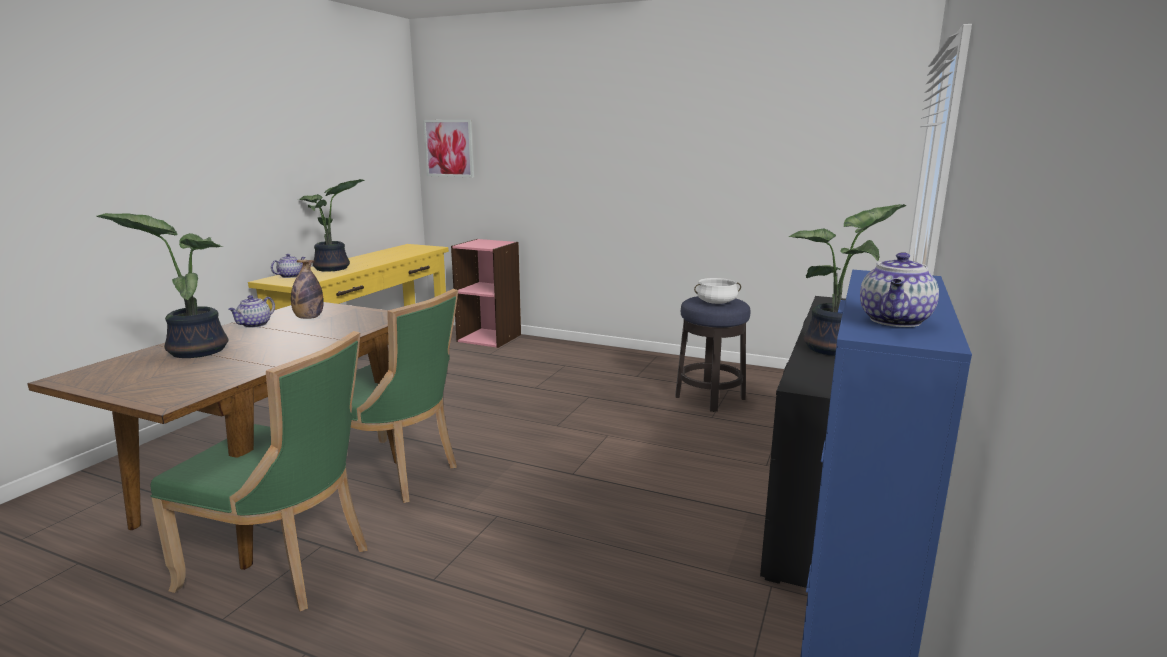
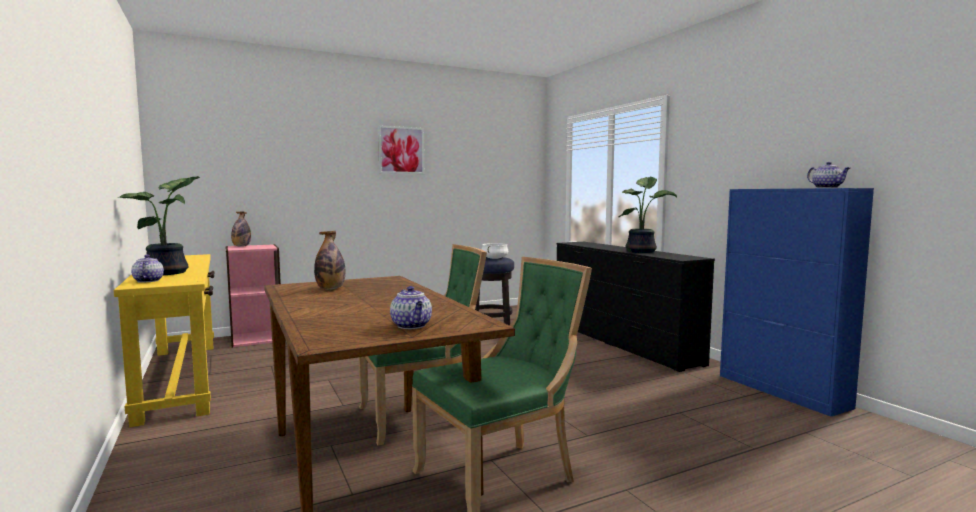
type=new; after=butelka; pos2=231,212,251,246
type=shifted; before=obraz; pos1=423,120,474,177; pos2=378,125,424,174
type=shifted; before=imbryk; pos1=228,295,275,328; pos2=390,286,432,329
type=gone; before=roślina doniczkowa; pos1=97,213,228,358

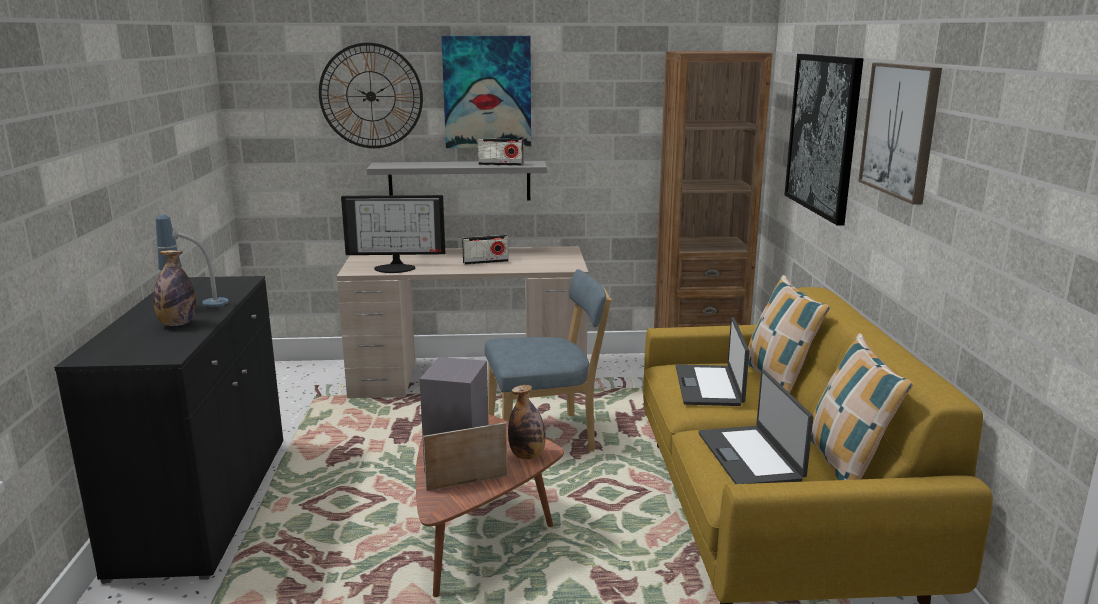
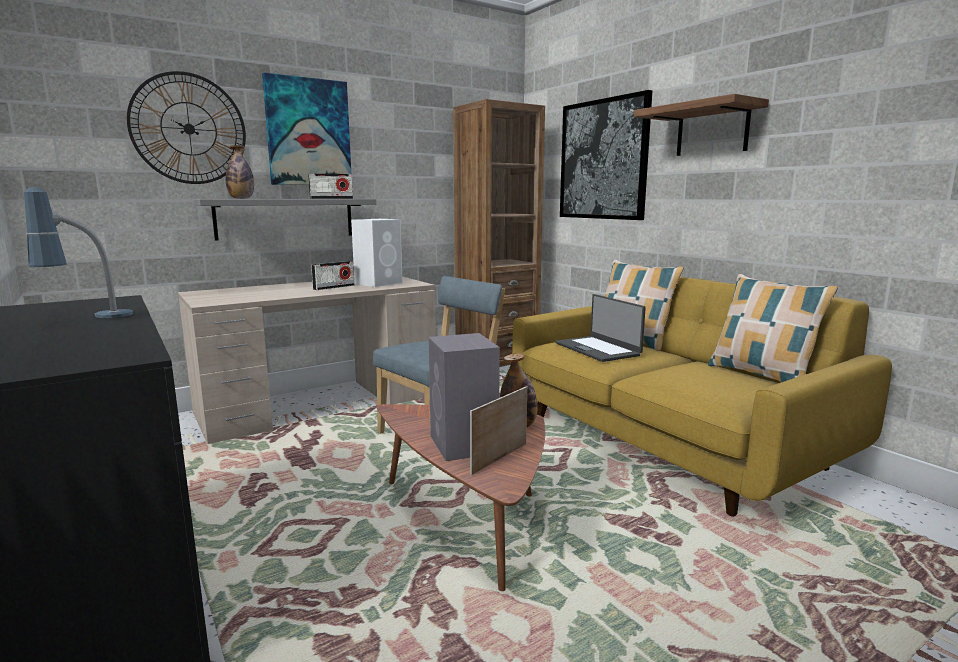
type=shifted; before=butelka; pos1=153,250,196,326; pos2=226,145,254,199
type=new; after=głośnik/biały; pos2=351,219,403,287
type=swapped; before=obraz; after=półka; pos1=858,63,942,205; pos2=634,94,769,156
type=gone; before=monitor; pos1=341,195,445,273
type=gone; before=laptop; pos1=699,370,813,484

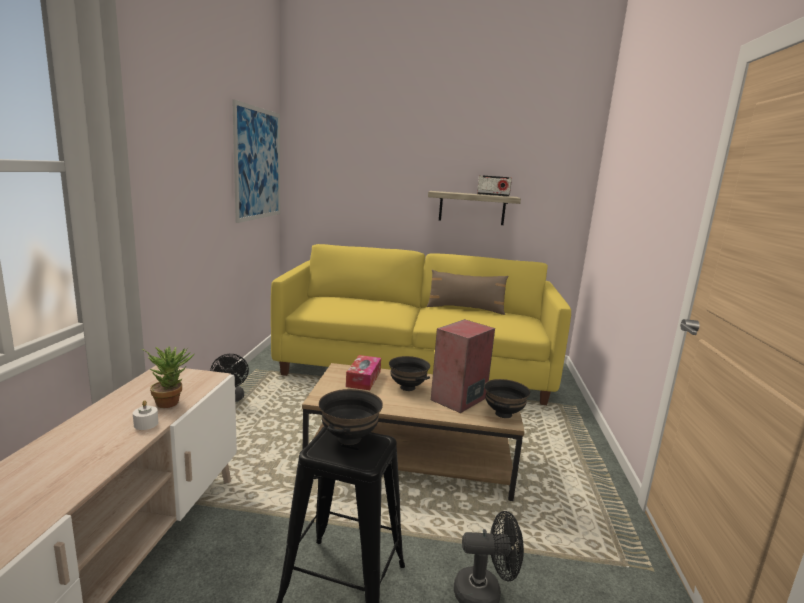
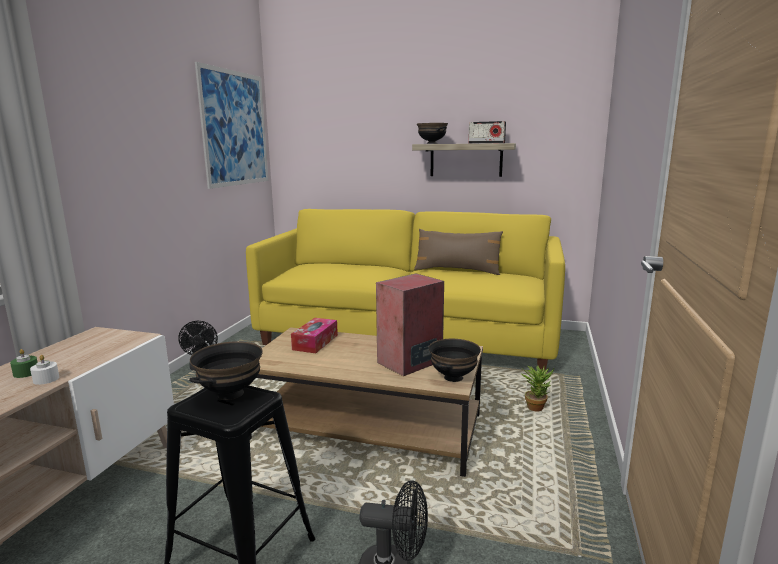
type=new; after=świeca/zielony; pos2=10,349,38,378
type=shifted; before=miska/czarny; pos1=389,356,430,391; pos2=417,123,448,144
type=shifted; before=roślina doniczkowa; pos1=142,347,194,408; pos2=520,366,554,412

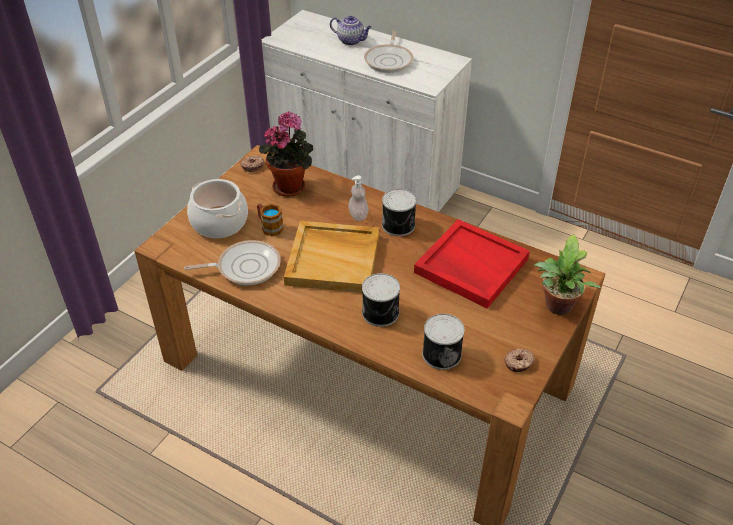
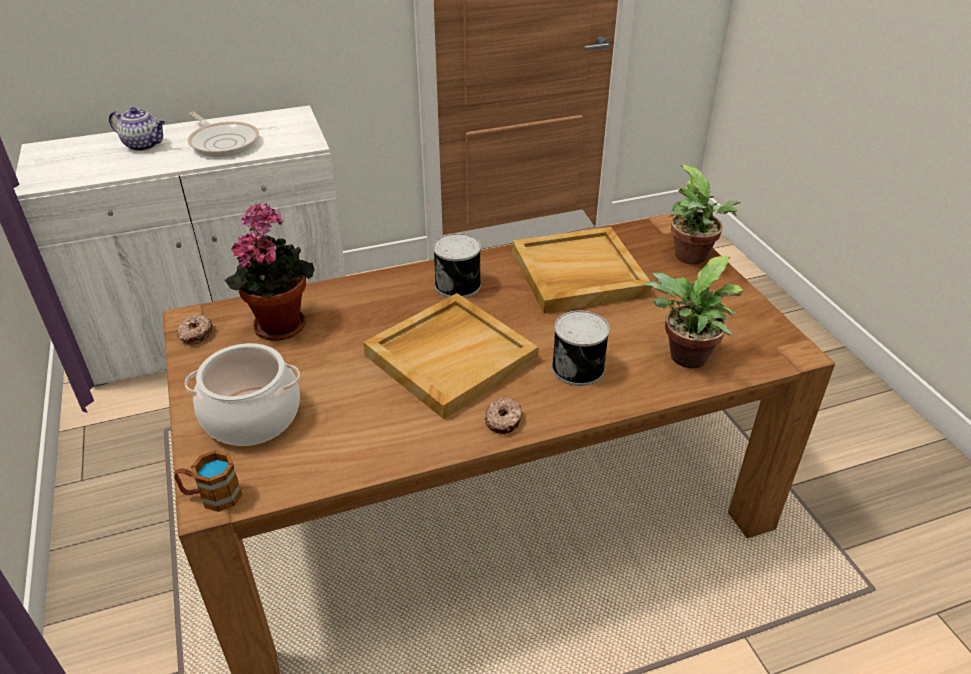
type=rotated; before=imbryk; pos1=330,16,372,45; pos2=109,107,165,151; turn=45
type=shifted; before=kubek; pos1=257,204,283,236; pos2=174,450,242,512
type=shifted; before=donut; pos1=504,348,535,372; pos2=485,398,522,434
type=repainted; before=taca/czerwony; after=taca/beżowy; pos1=414,219,530,309; pos2=512,227,652,314
type=swapped; before=puszka; after=roślina doniczkowa; pos1=422,314,465,370; pos2=643,256,743,368
type=gone; before=patelnia; pos1=184,240,281,285
type=gone; before=dozownik mydła; pos1=349,175,368,221

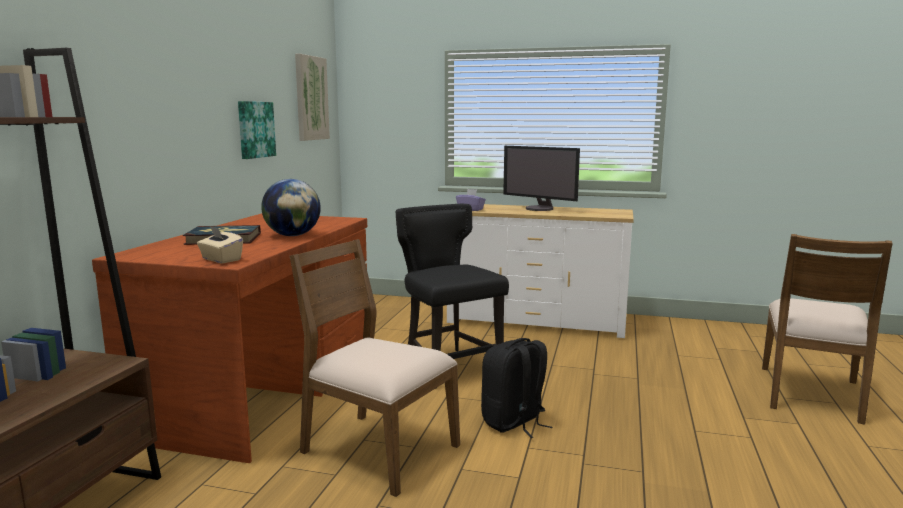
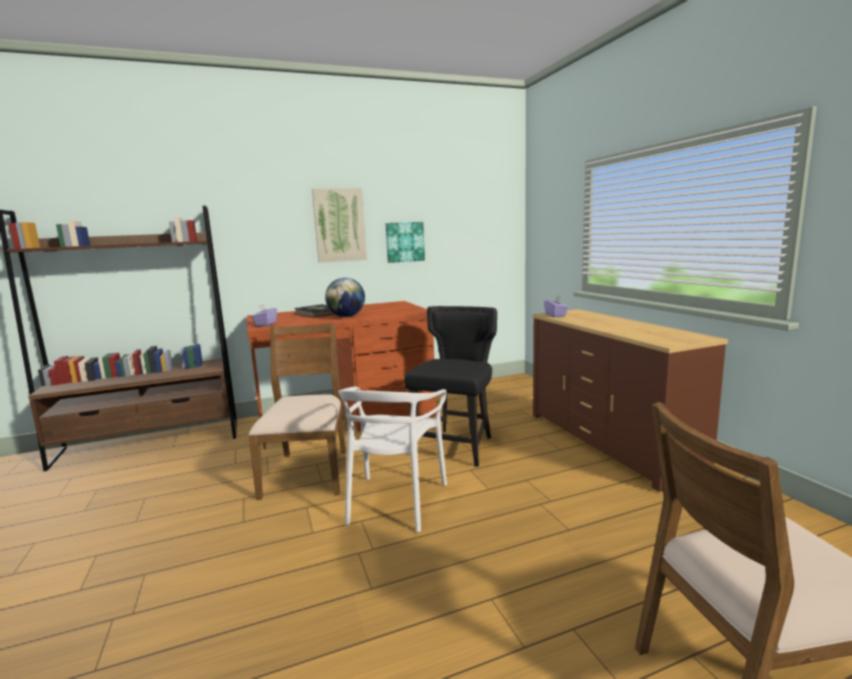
type=repainted; before=pudełko chusteczek/beżowy; after=pudełko chusteczek/fioletowy; pos1=197,226,243,264; pos2=252,303,277,326
type=shifted; before=obraz; pos1=295,54,330,141; pos2=312,188,367,262
type=swapped; before=plecak/czarny; after=krzesło/biały; pos1=481,338,552,438; pos2=338,387,447,532
type=repainted; before=komoda/biały; after=komoda/brązowy; pos1=447,204,634,338; pos2=533,309,728,492
type=gone; before=monitor; pos1=503,146,580,211

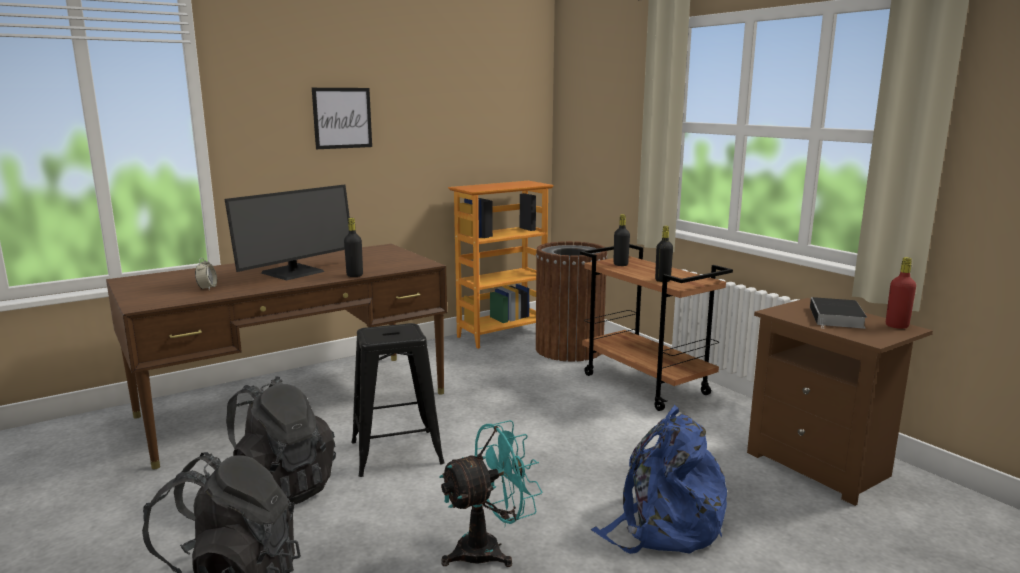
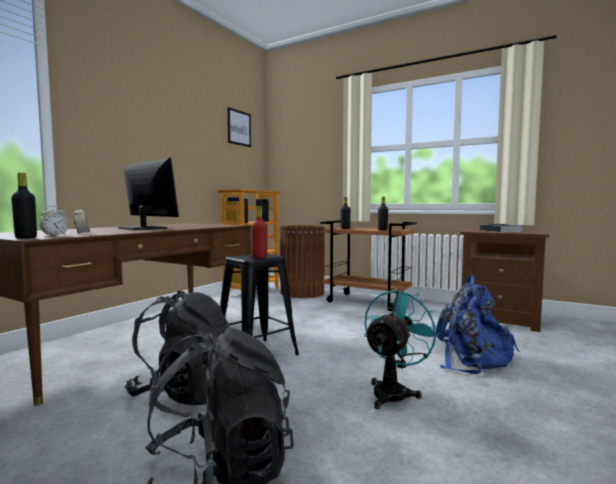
type=shifted; before=butelka/czarny; pos1=344,218,363,277; pos2=11,173,37,239
type=new; after=budzik; pos2=40,206,69,236
type=rotated; before=monitor; pos1=225,184,350,281; pos2=118,157,179,230; turn=-60
type=shifted; before=obraz; pos1=312,88,372,149; pos2=228,107,251,147
type=shifted; before=butelka/czerwony; pos1=886,257,916,329; pos2=251,206,268,258

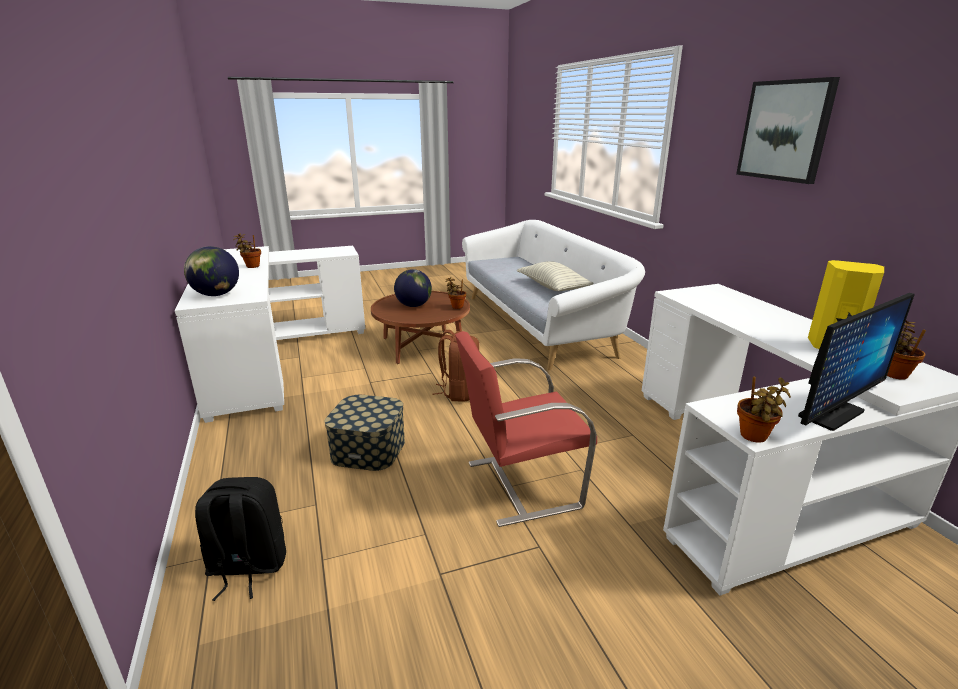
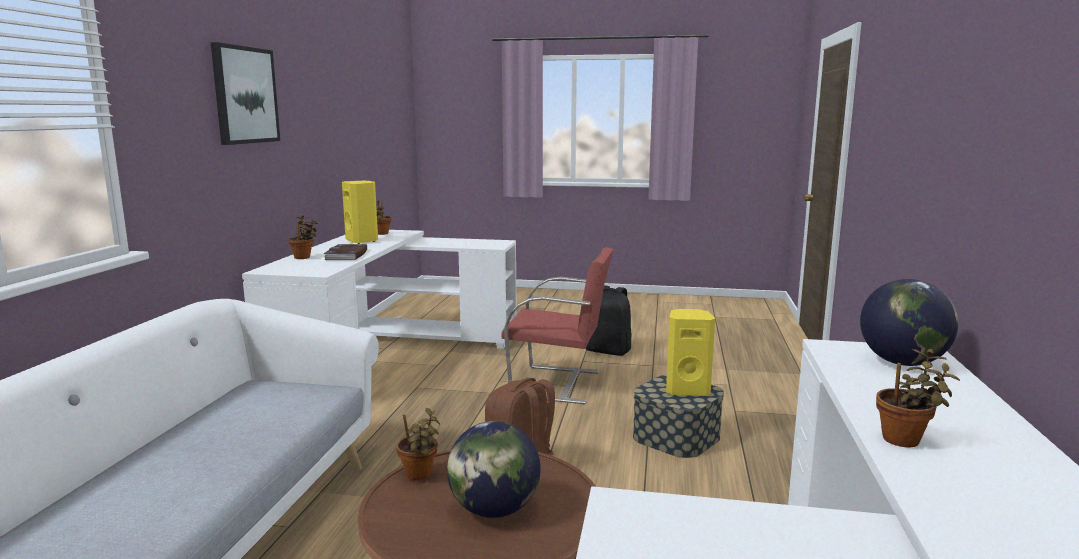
type=shifted; before=roślina doniczkowa; pos1=737,377,791,443; pos2=288,215,318,259
type=new; after=książka; pos2=324,244,367,260
type=shifted; before=plecak/czarny; pos1=195,477,286,601; pos2=586,285,631,356
type=new; after=głośnik/żółty; pos2=666,309,715,396
type=gone; before=poduszka; pos1=517,261,594,291
type=gone; before=monitor; pos1=798,293,915,431

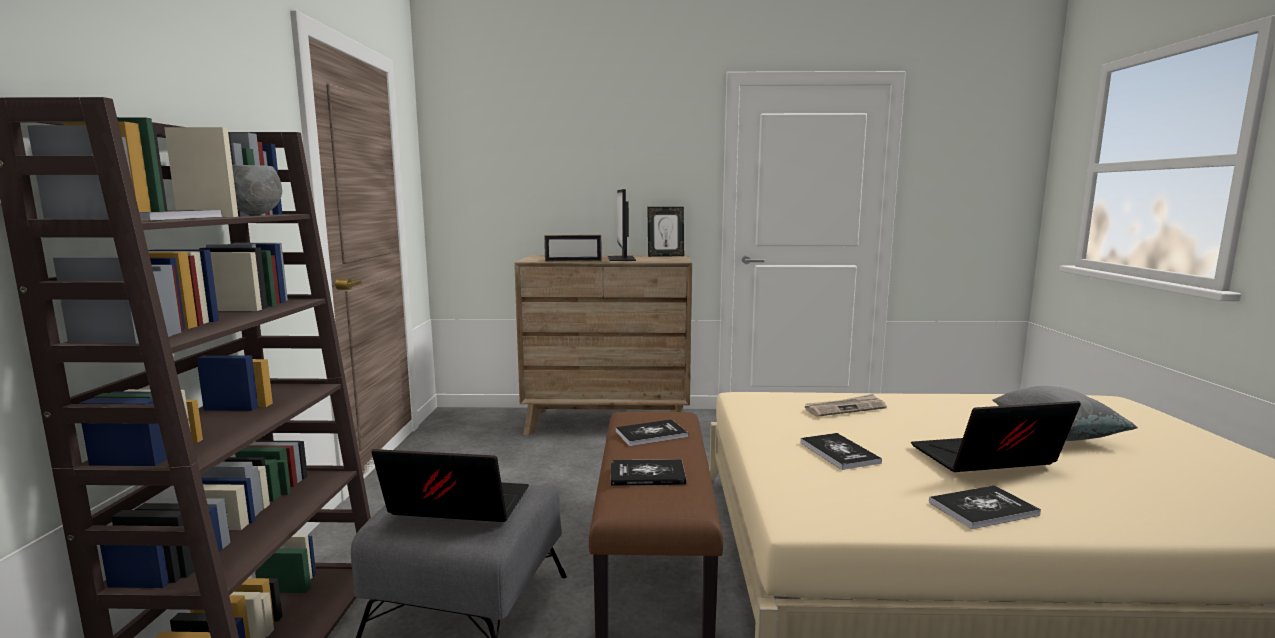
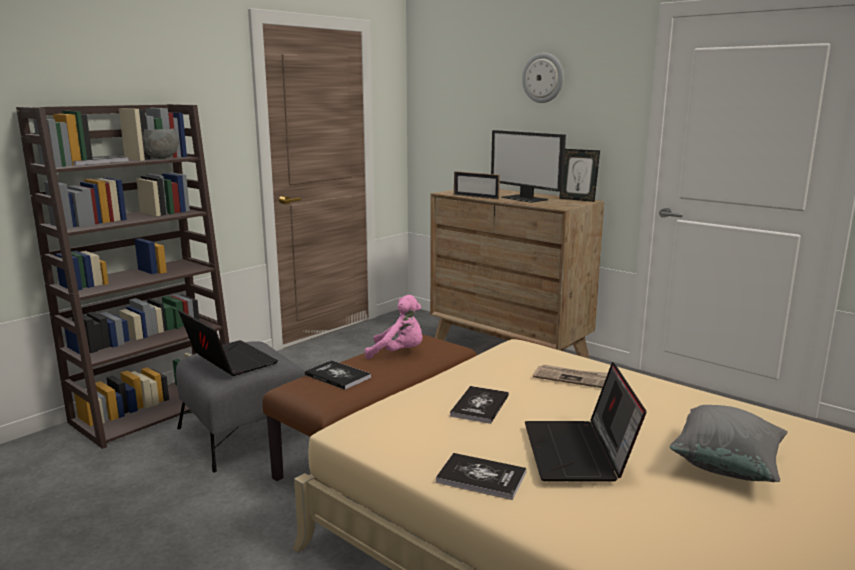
type=swapped; before=książka; after=pluszak/różowy; pos1=615,419,689,446; pos2=365,295,423,359
type=rotated; before=monitor; pos1=608,189,636,261; pos2=491,130,566,203; turn=-75
type=new; after=zegar ścienny; pos2=522,53,564,103
type=rotated; before=laptop; pos1=911,401,1081,472; pos2=525,362,647,481; turn=-120

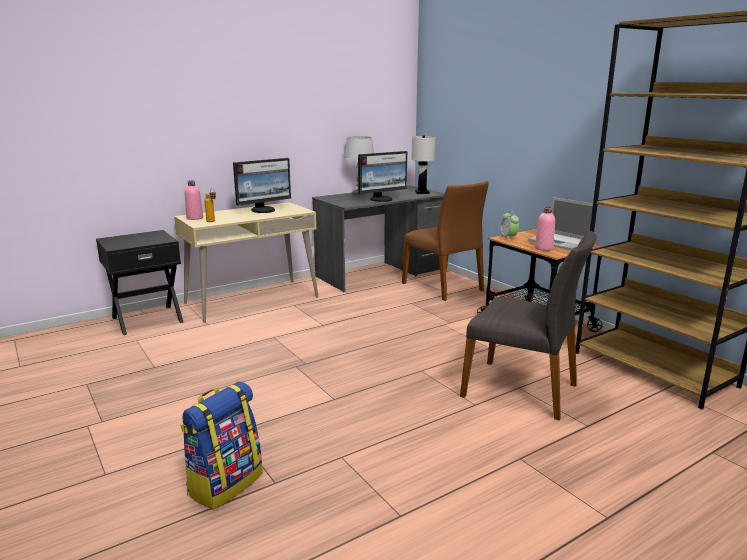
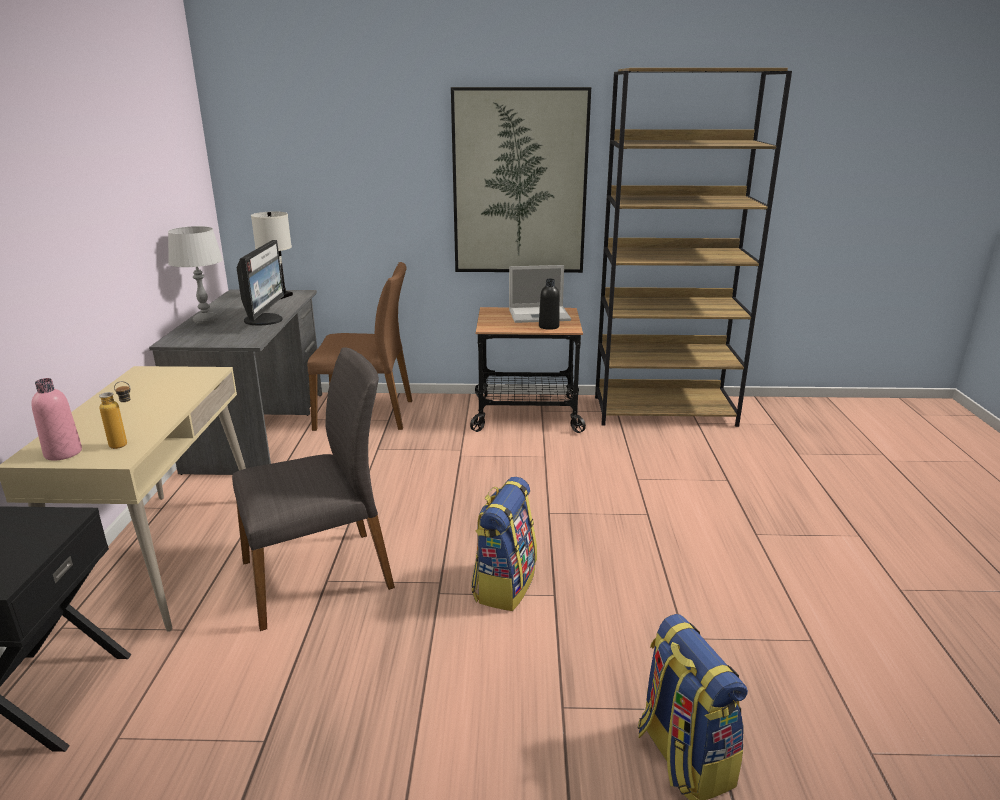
type=shifted; before=krzesło/szary; pos1=460,231,597,420; pos2=232,347,395,631
type=new; after=obraz; pos2=451,87,591,273
type=new; after=plecak; pos2=471,477,537,611
type=repainted; before=butelka/różowy; after=butelka/czarny; pos1=535,207,555,251; pos2=539,279,560,330
type=gone; before=monitor; pos1=233,158,291,213
type=gone; before=budzik; pos1=499,211,519,241

